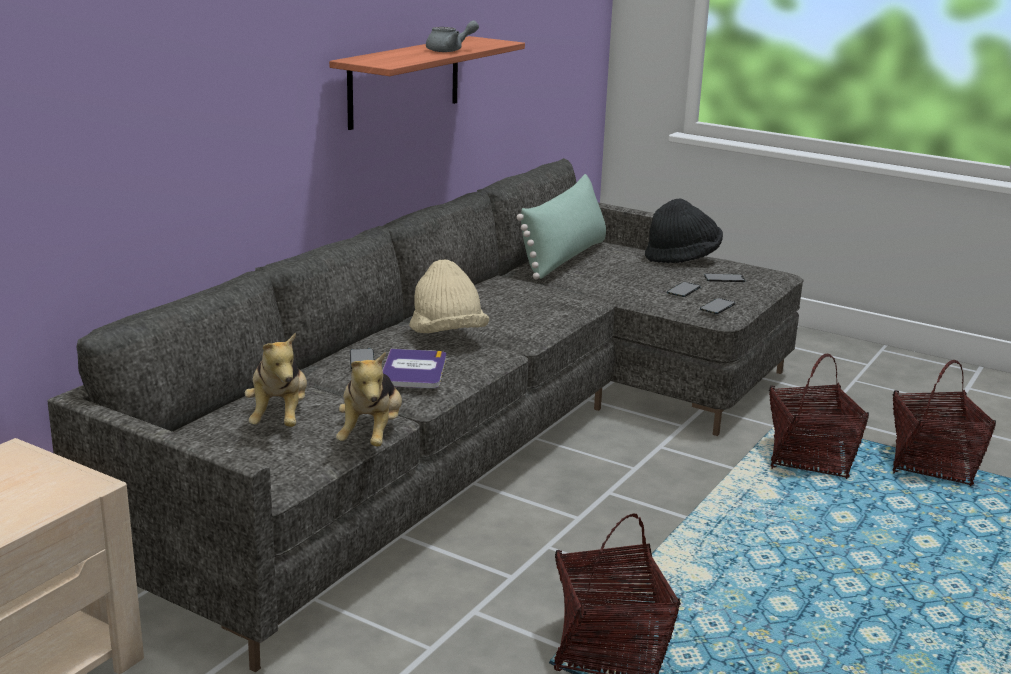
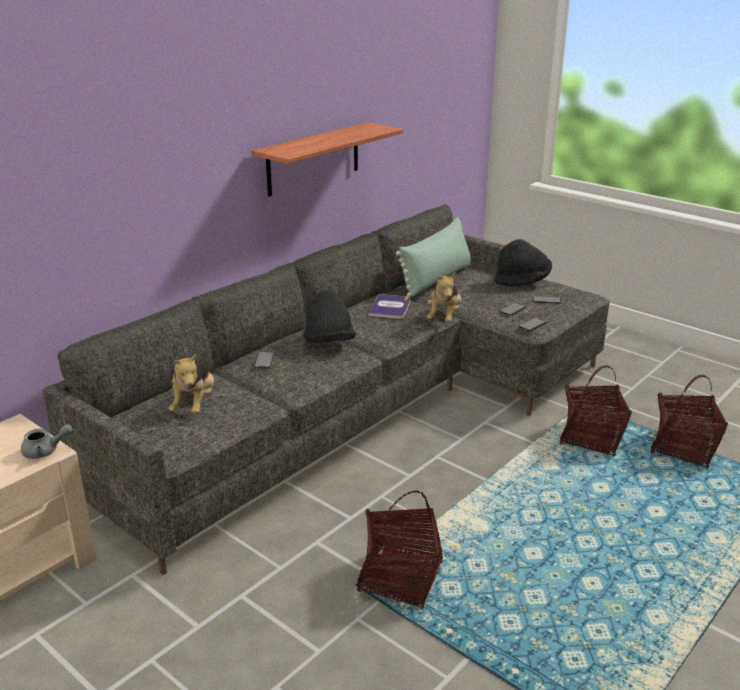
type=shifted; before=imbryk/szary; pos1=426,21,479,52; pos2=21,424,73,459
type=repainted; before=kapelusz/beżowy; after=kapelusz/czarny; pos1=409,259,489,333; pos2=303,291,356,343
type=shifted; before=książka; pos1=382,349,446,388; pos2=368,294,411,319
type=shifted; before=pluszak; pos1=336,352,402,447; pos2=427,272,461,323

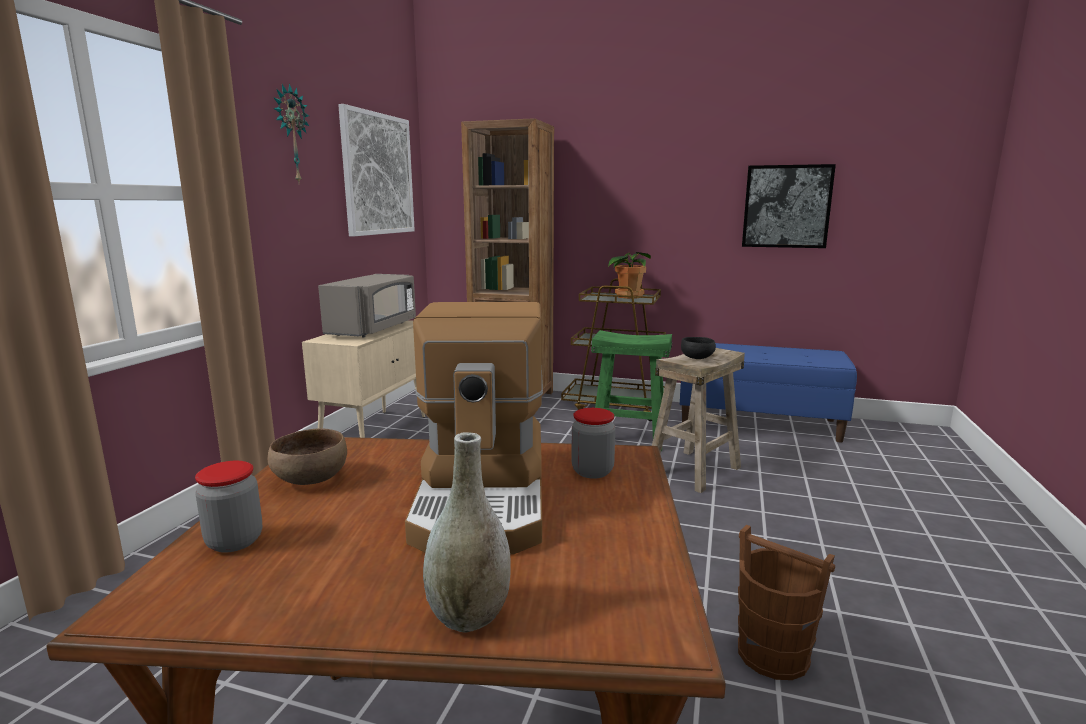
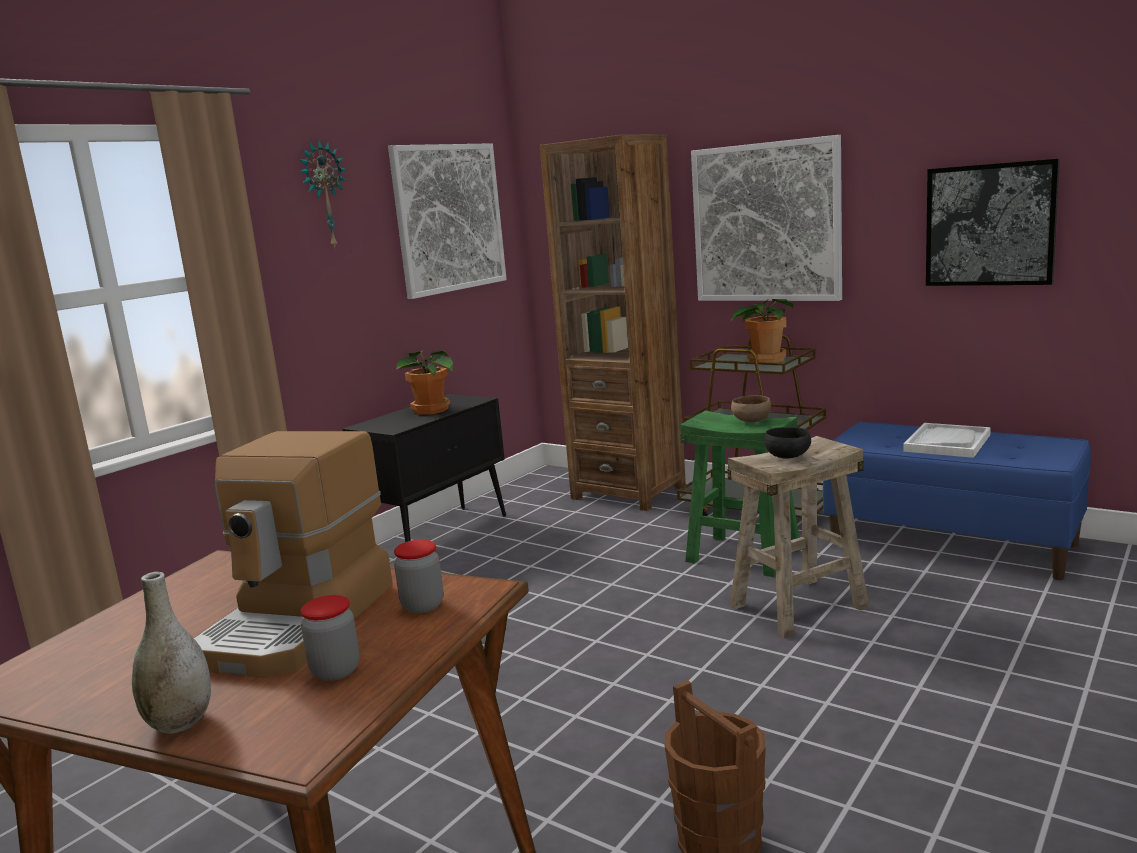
type=shifted; before=słoik; pos1=195,461,262,553; pos2=300,595,360,681
type=repainted; before=szafka/beżowy; after=szafka/czarny; pos1=302,320,425,438; pos2=343,394,506,542
type=swapped; before=mikrofalówka/szary; after=roślina doniczkowa; pos1=318,274,416,337; pos2=396,350,453,415
type=new; after=obraz; pos2=691,135,842,301
type=shifted; before=miska/brązowy; pos1=268,428,347,485; pos2=731,395,771,422
type=new; after=taca/biały; pos2=904,423,991,458

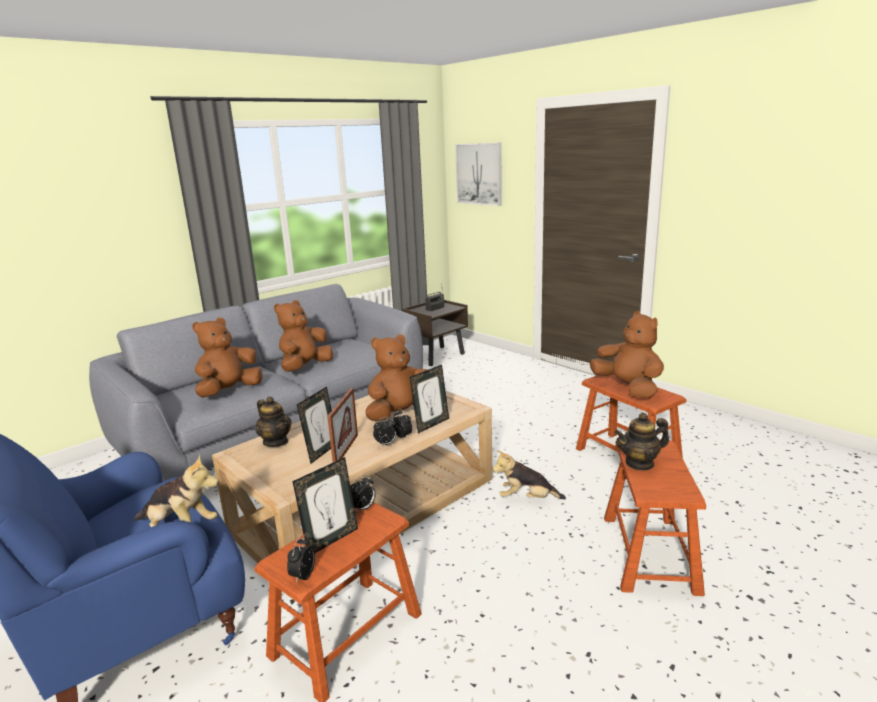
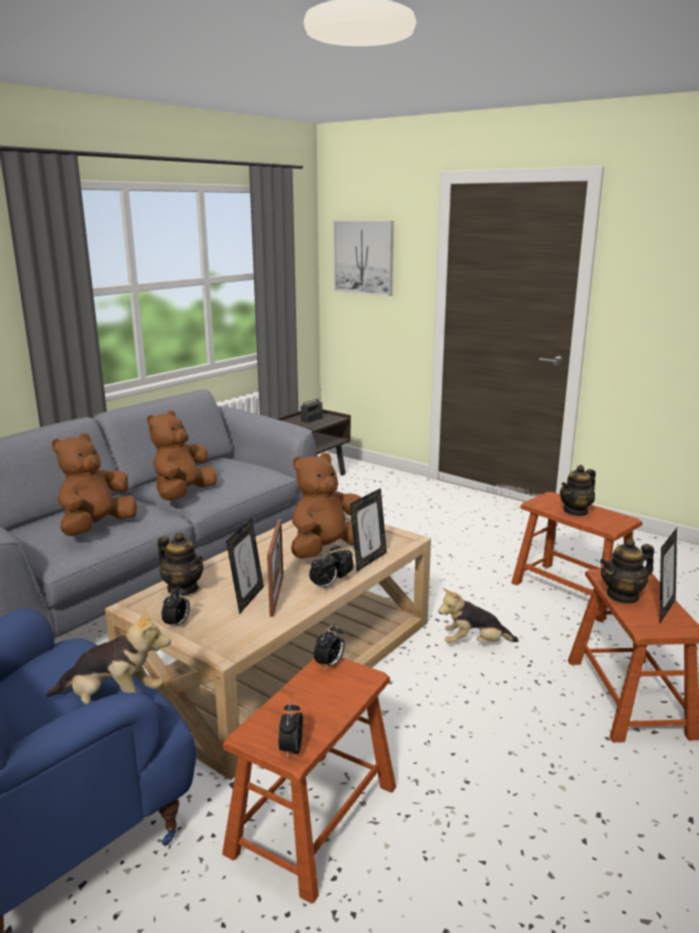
type=new; after=budzik; pos2=161,586,190,629
type=swapped; before=pluszak/brązowy; after=imbryk; pos1=590,311,664,398; pos2=560,465,596,516
type=shifted; before=ramka na zdjęcie; pos1=292,457,358,553; pos2=660,528,677,623

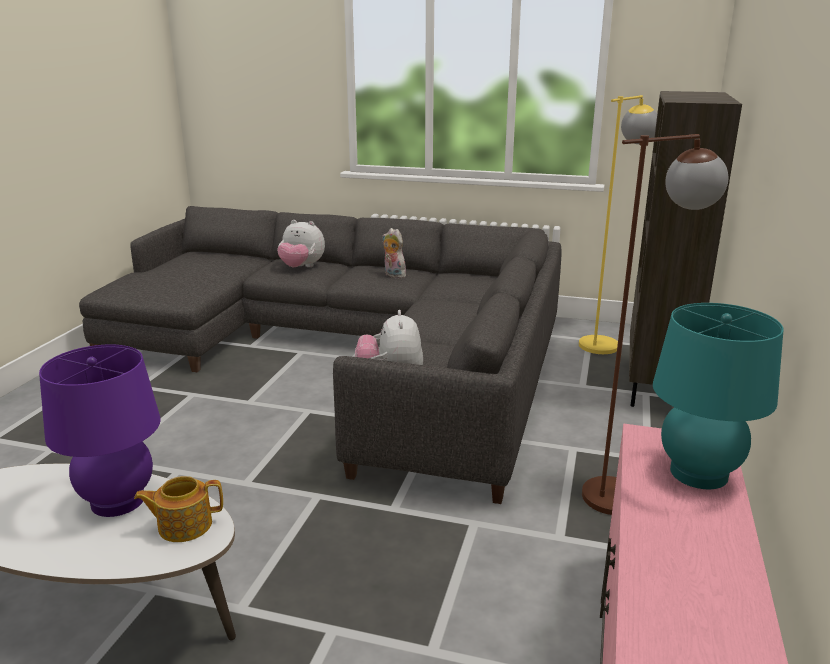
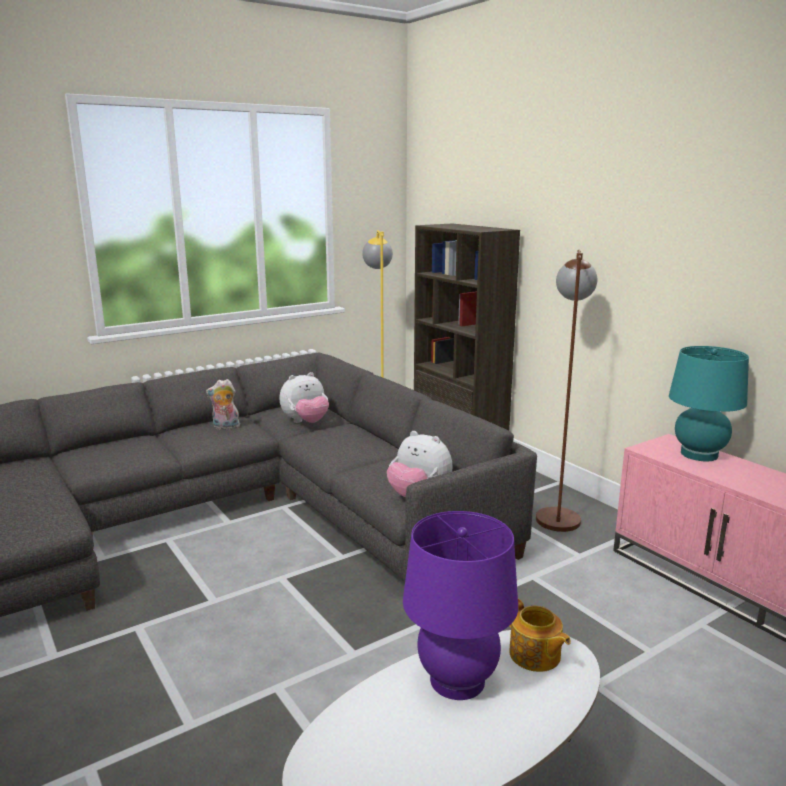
type=shifted; before=pluszak; pos1=277,220,325,267; pos2=280,372,329,423
type=rotated; before=imbryk; pos1=134,476,223,542; pos2=509,599,571,672; turn=-60

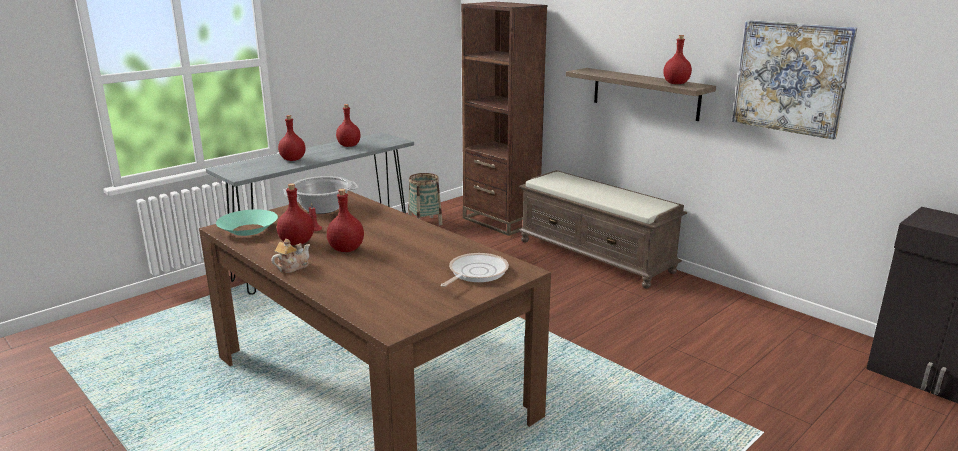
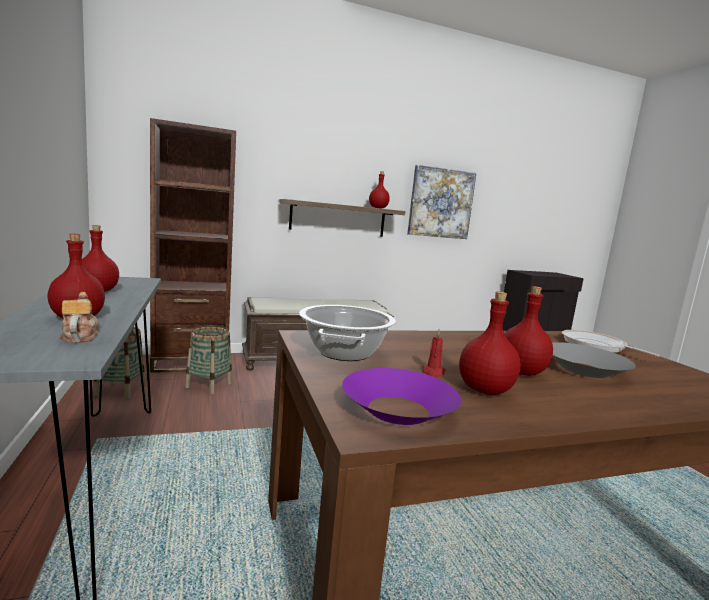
type=shifted; before=imbryk; pos1=271,239,310,273; pos2=60,292,99,343
type=new; after=koszyk; pos2=185,325,232,394
type=repainted; before=miska/turkusowy; after=miska/fioletowy; pos1=216,209,278,236; pos2=342,368,461,425
type=new; after=miska/szary; pos2=552,342,636,378

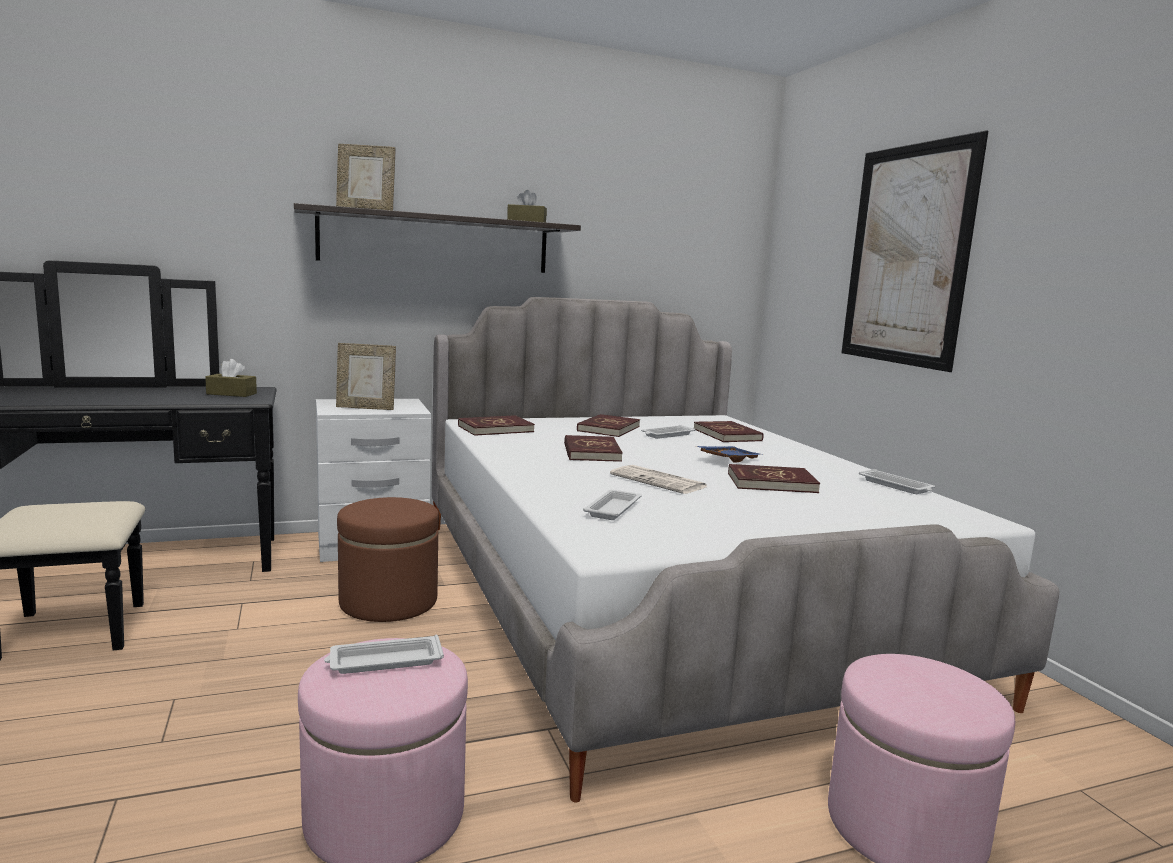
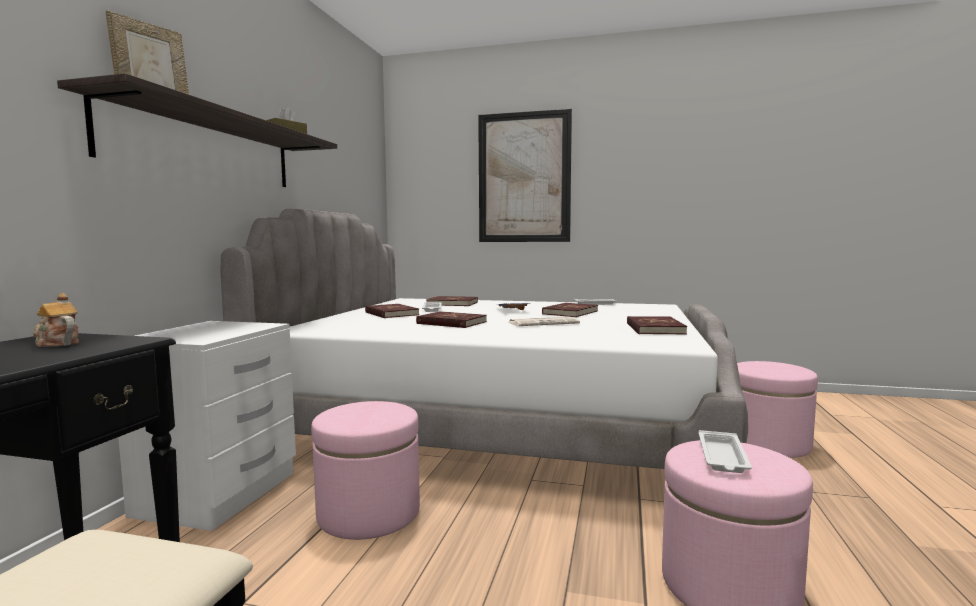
type=swapped; before=pudełko chusteczek/brązowy; after=imbryk; pos1=205,359,257,397; pos2=33,293,79,347
type=repainted; before=pufa/brązowy; after=pufa/różowy; pos1=337,497,439,622; pos2=311,401,420,540
type=shifted; before=książka/czerwony; pos1=458,415,535,436; pos2=627,316,687,334
type=gone; before=ramka na zdjęcie; pos1=336,343,396,410
type=gone; before=taca/biały; pos1=583,490,642,520

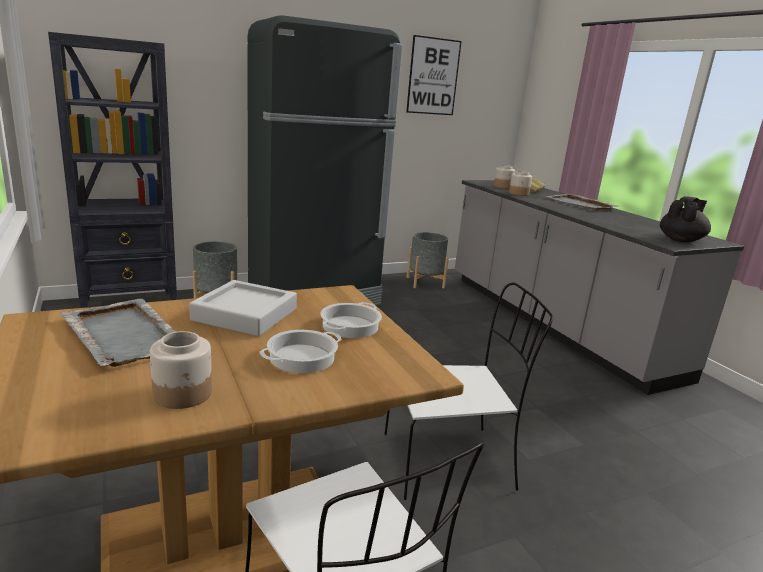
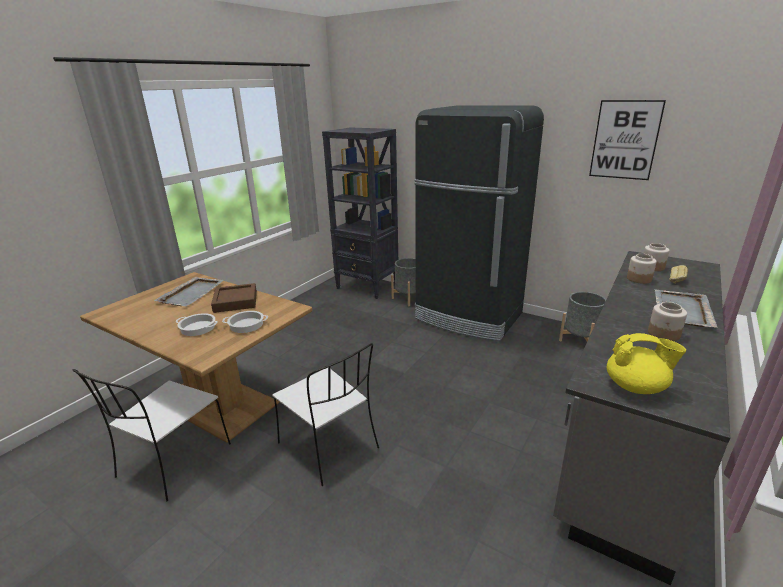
type=repainted; before=taca/szary; after=taca/brązowy; pos1=189,280,297,336; pos2=211,283,257,313
type=repainted; before=imbryk/czarny; after=imbryk/żółty; pos1=660,196,711,242; pos2=607,333,686,394
type=shifted; before=słoik; pos1=150,331,212,409; pos2=648,302,687,341

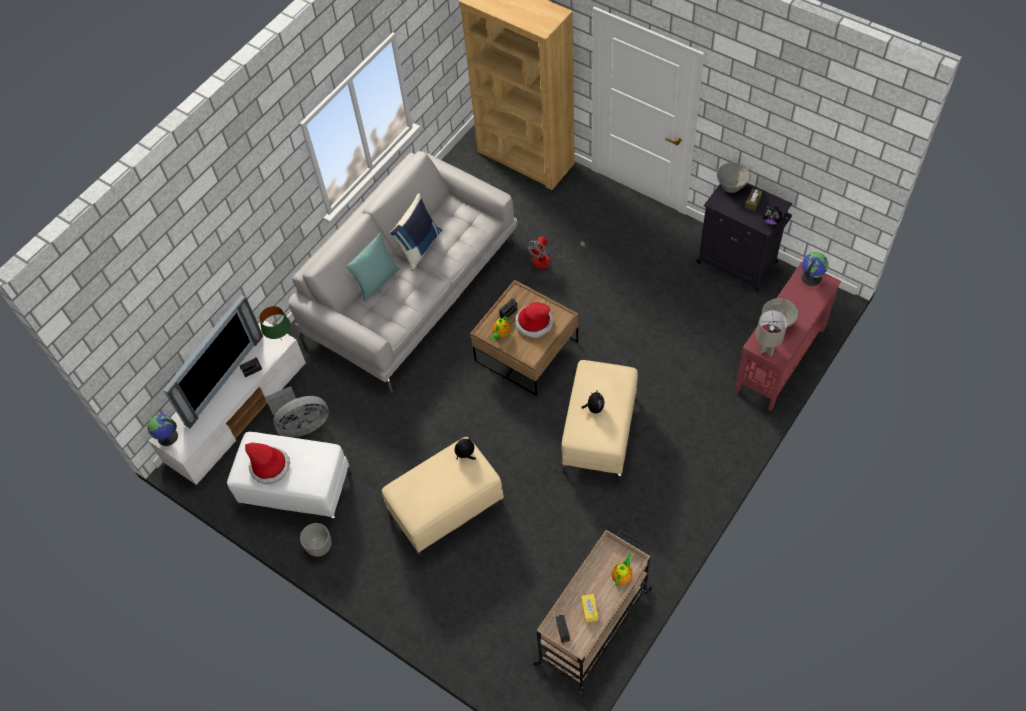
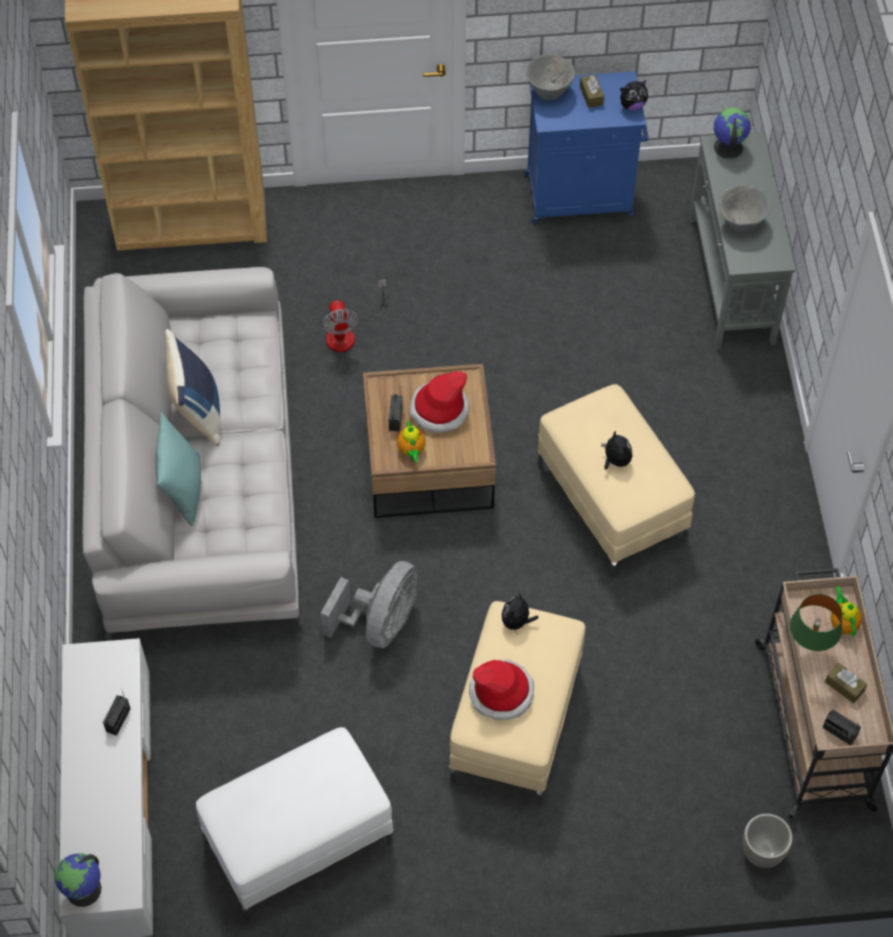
type=shifted; before=wentylator/szary; pos1=265,386,329,437; pos2=321,561,418,648
type=shifted; before=kapelusz; pos1=245,442,290,485; pos2=469,660,534,720
type=repainted; before=szafka/czarny; after=szafka/niebieski; pos1=697,183,792,291; pos2=524,71,649,224
type=repainted; before=stolik konsolowy/czerwony; after=stolik konsolowy/szary; pos1=734,262,841,411; pos2=689,132,795,349
type=shifted; before=donica; pos1=300,523,331,557; pos2=743,813,793,868
type=shifted; before=lampa stołowa/zielony; pos1=259,306,291,340; pos2=790,594,843,651
type=repainted; before=pudełko chusteczek/żółty; after=pudełko chusteczek/brązowy; pos1=581,594,598,622; pos2=825,663,867,703
type=gone; before=telewizor; pos1=163,295,263,428
type=gone; before=lampa stołowa/szary; pos1=756,310,788,356

